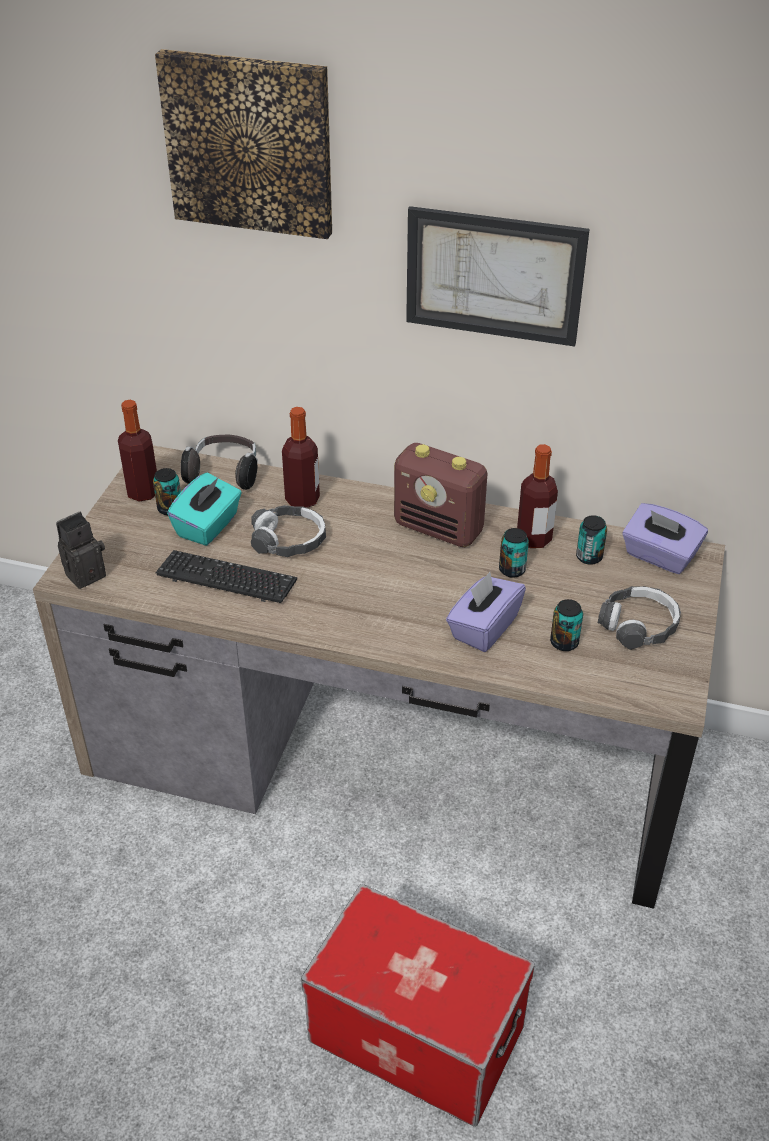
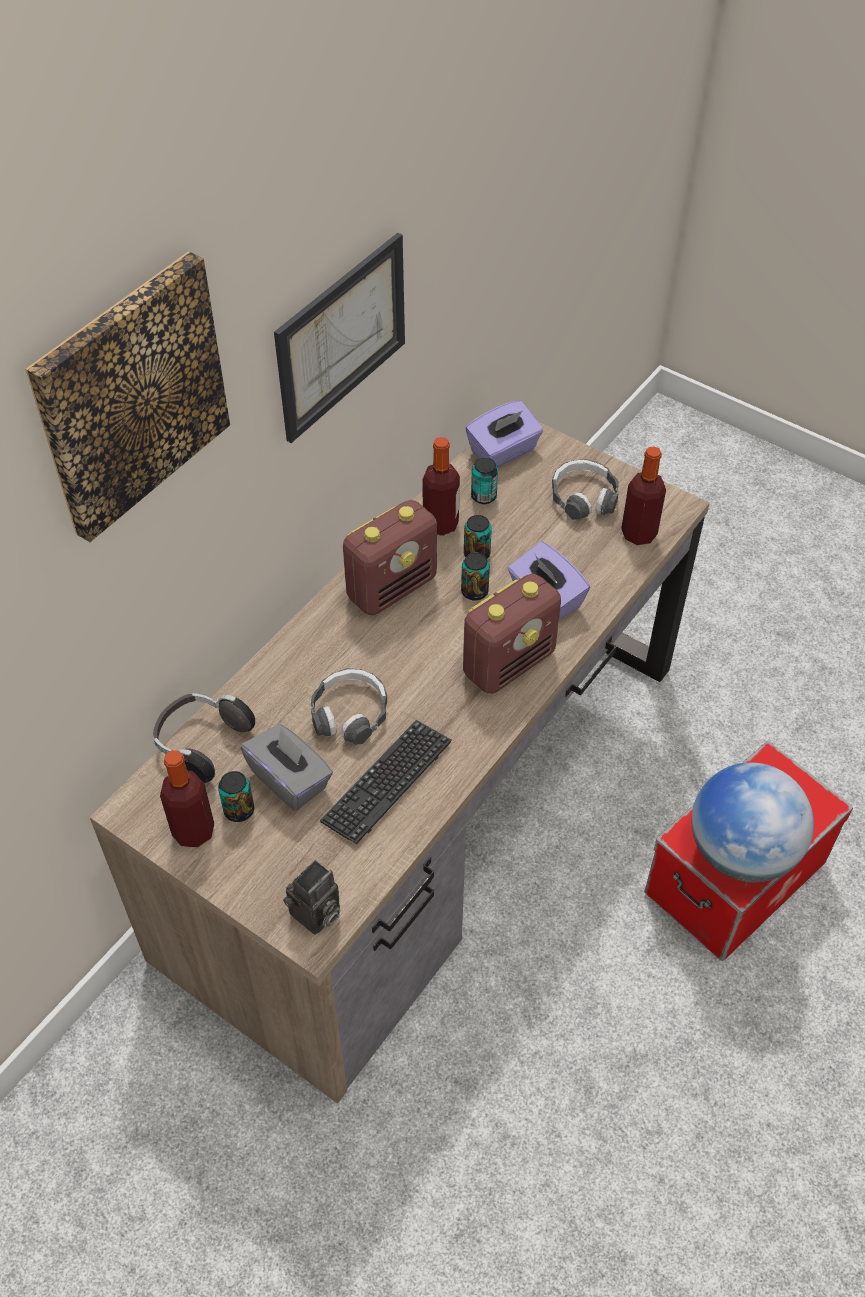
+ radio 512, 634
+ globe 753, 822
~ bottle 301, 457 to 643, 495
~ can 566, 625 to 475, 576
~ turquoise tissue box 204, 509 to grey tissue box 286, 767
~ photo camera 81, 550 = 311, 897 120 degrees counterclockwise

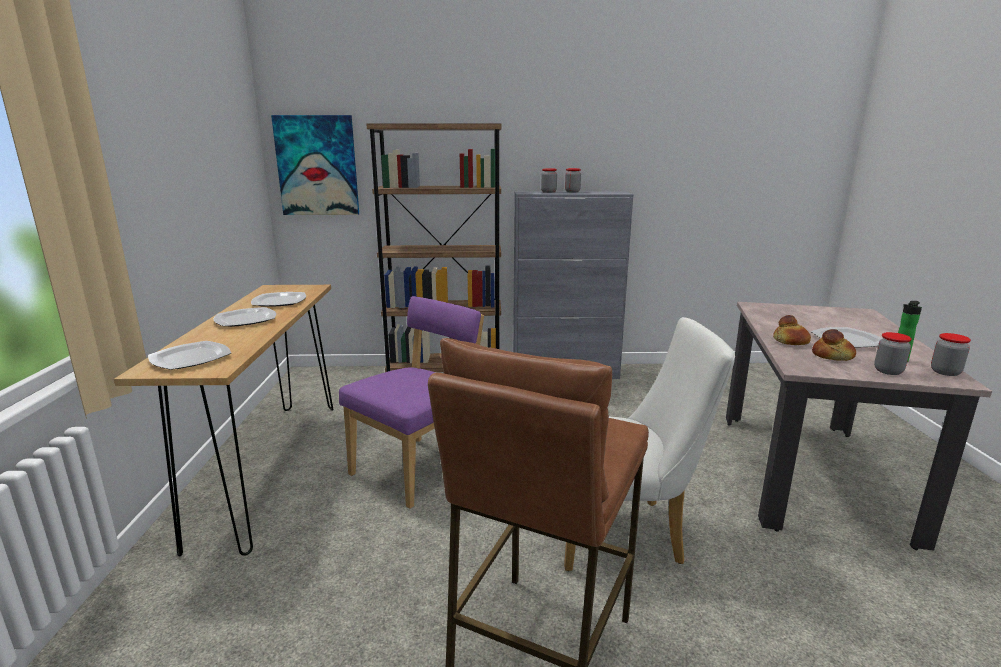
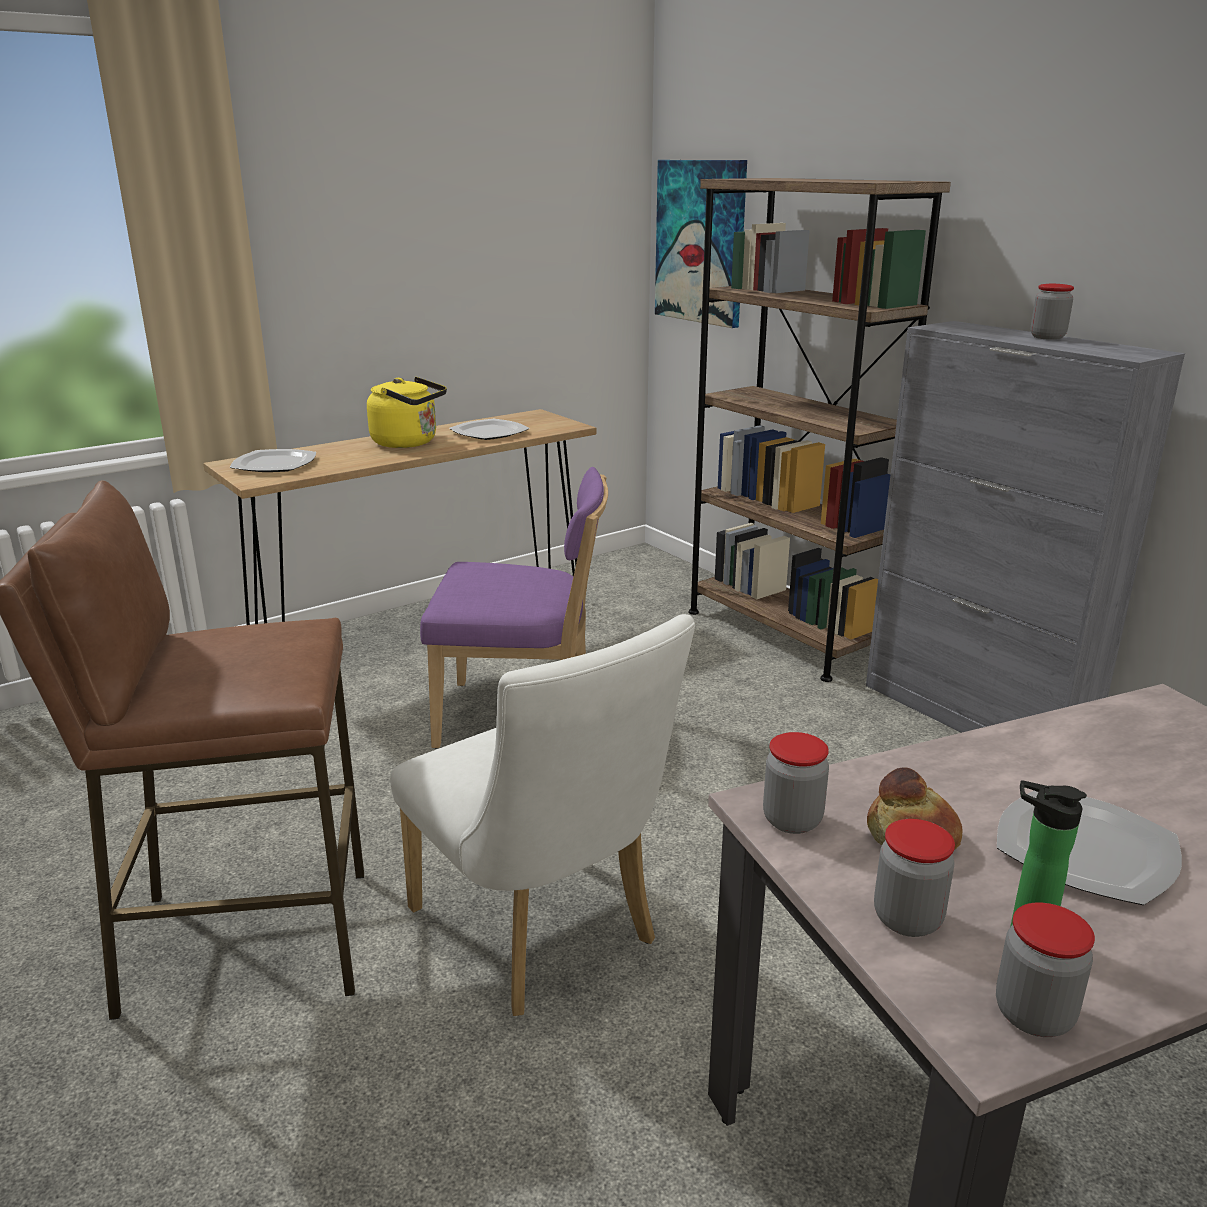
- bread 792, 330
~ jar 549, 180 to 796, 783
~ plate 244, 317 to yellow kettle 407, 412

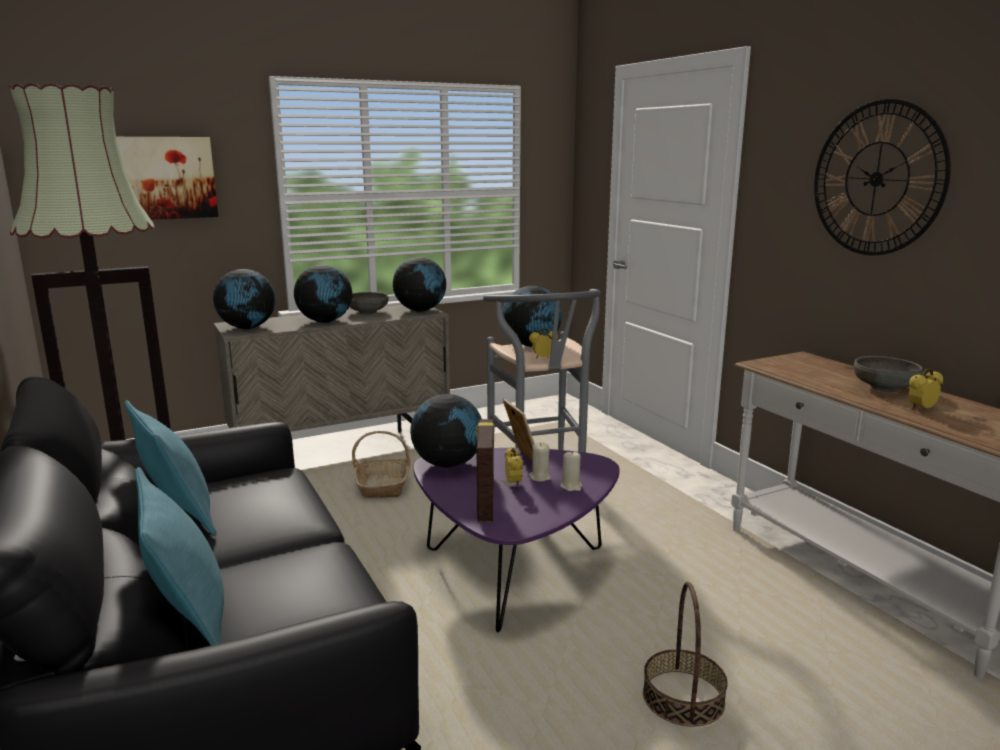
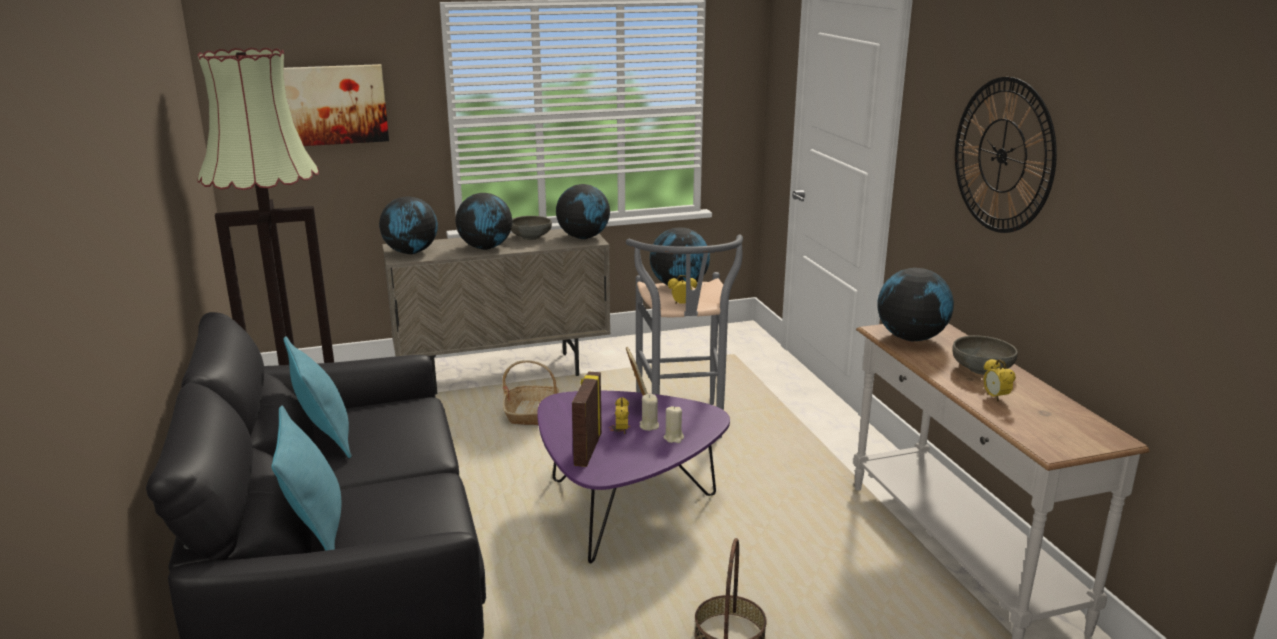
~ globe 446, 431 to 915, 304
~ alarm clock 925, 389 = 999, 380 90 degrees counterclockwise

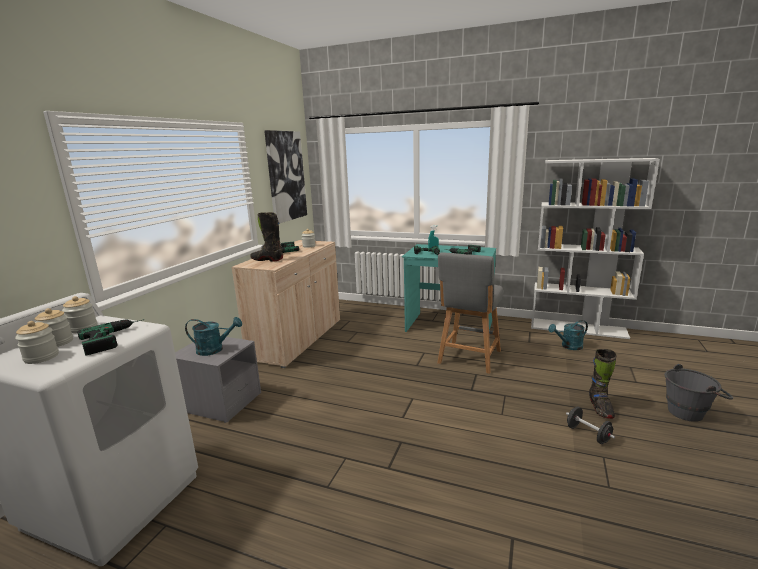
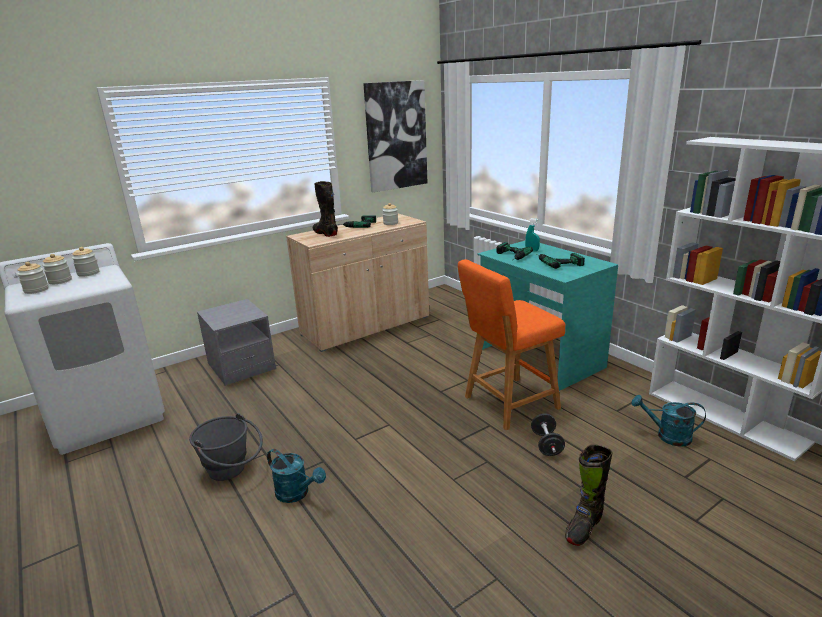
- power drill 110, 337
~ turquoise watering can 213, 336 to 296, 476
~ black dumbbell 590, 425 to 548, 435
~ grey bucket 699, 393 to 226, 447
~ grey stool 470, 313 to orange stool 511, 344

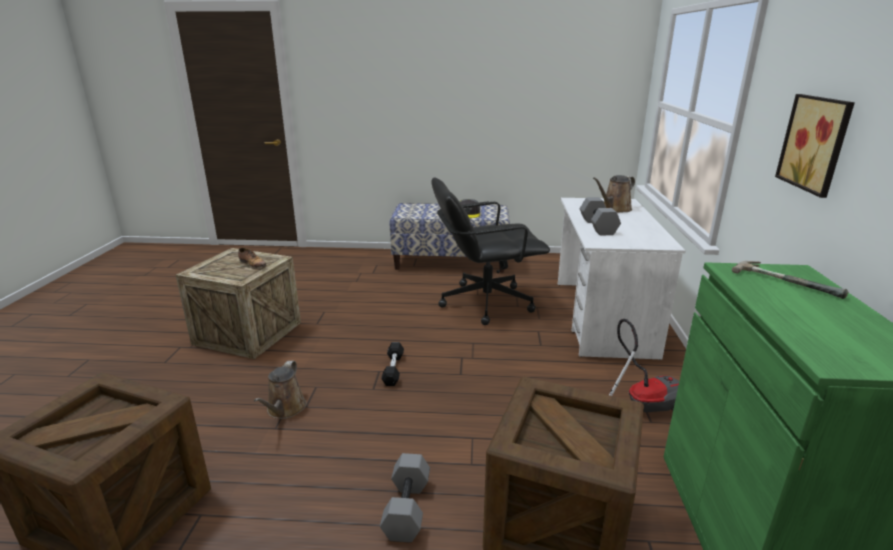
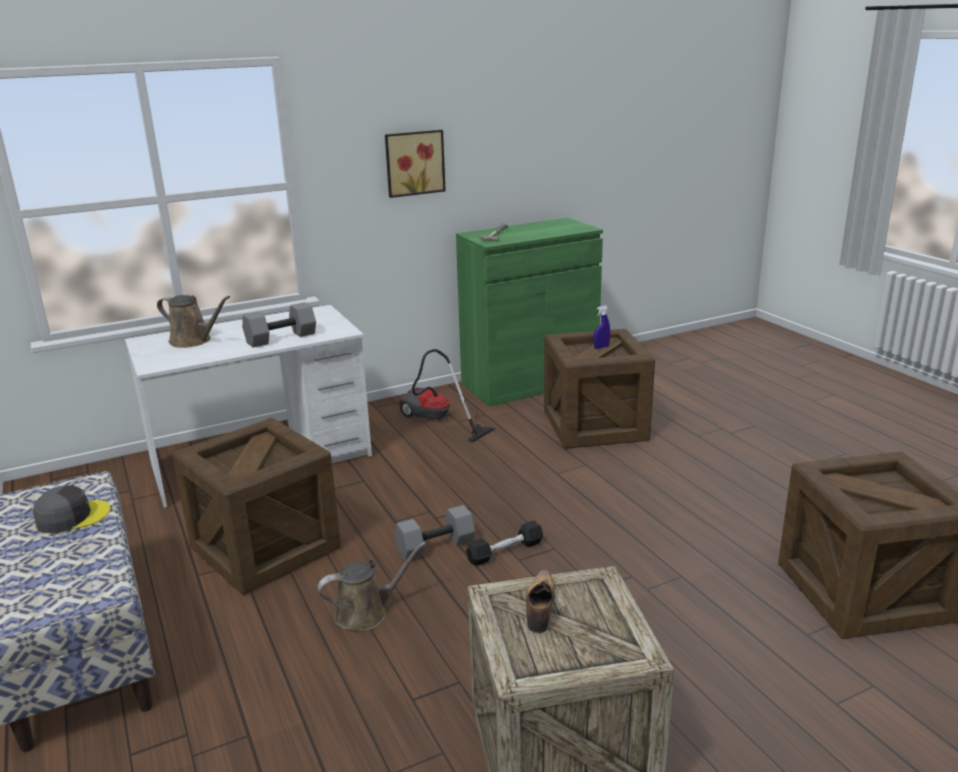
+ blue spray bottle 602, 327
~ brown watering can 280, 390 to 371, 586
~ grey dumbbell 405, 498 to 435, 533
~ black office chair 490, 251 to crate 256, 506

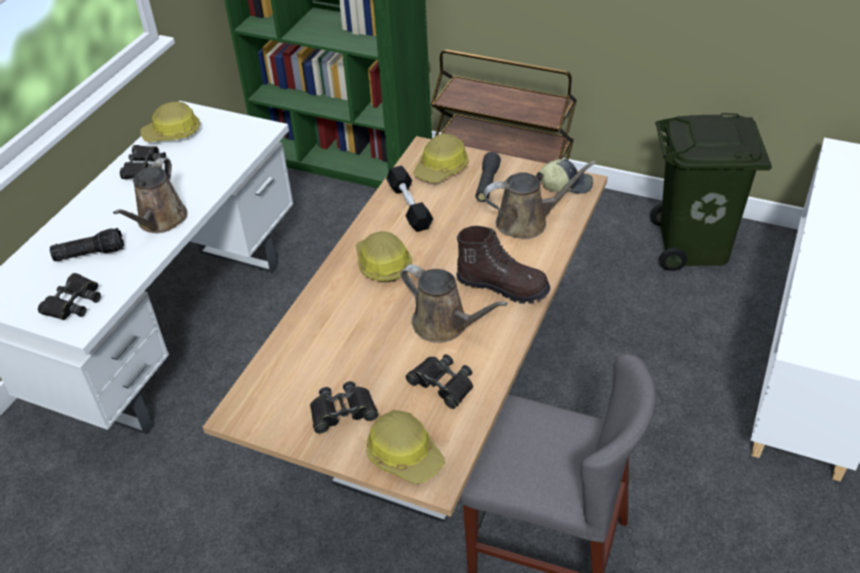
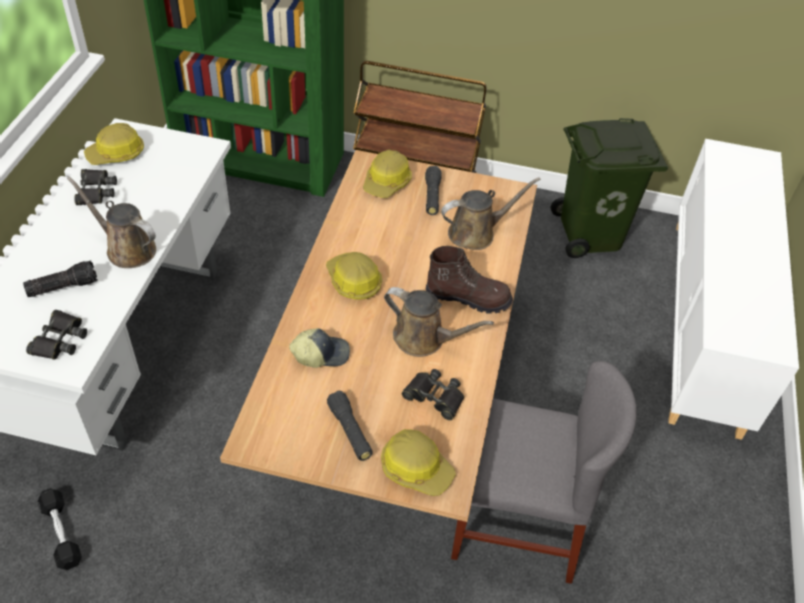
~ black dumbbell 409, 198 to 60, 529
~ cap 565, 176 to 319, 348
~ black binoculars 344, 407 to black flashlight 350, 426
~ brown watering can 150, 195 = 111, 222 120 degrees clockwise

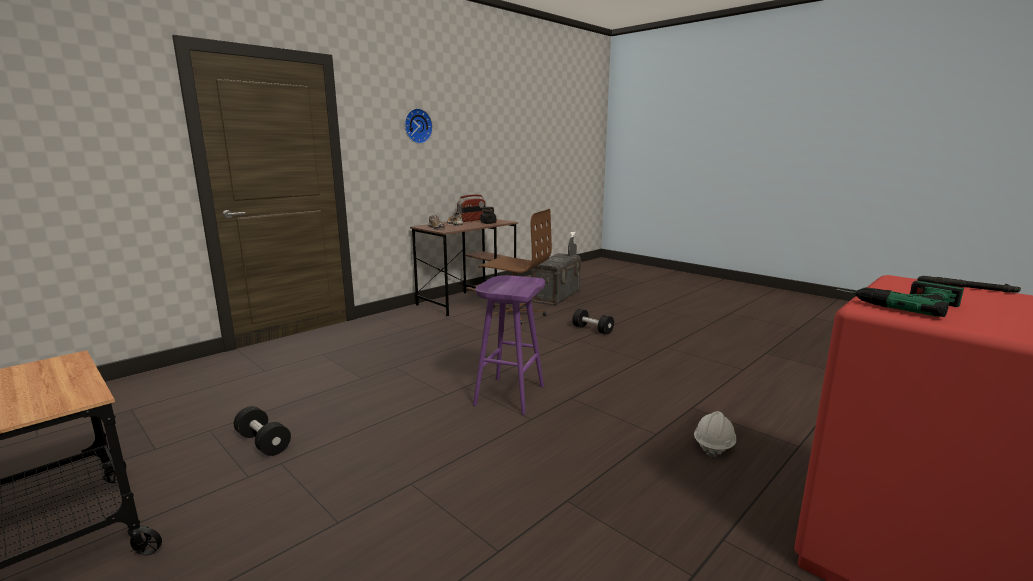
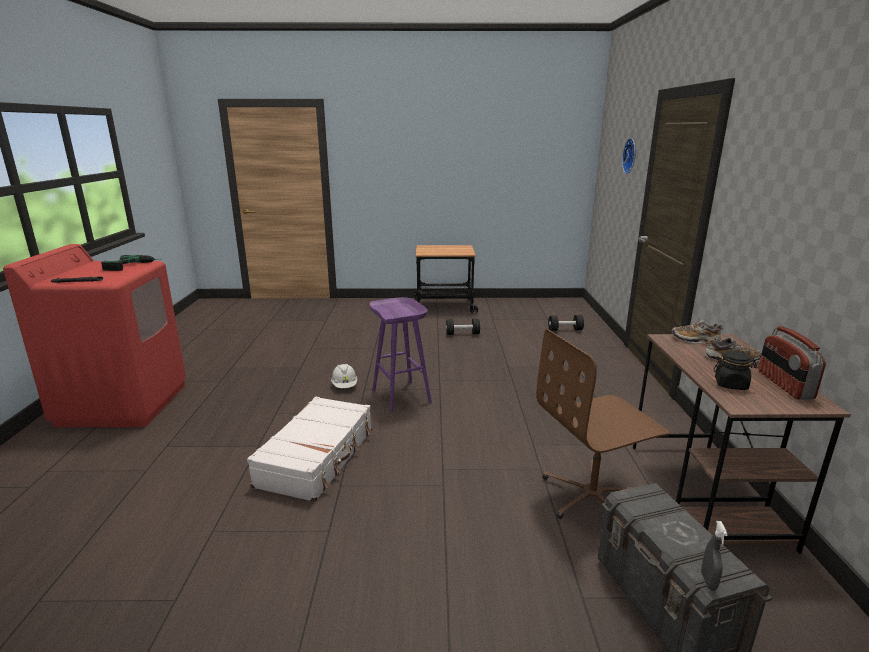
+ white suitcase 309, 449
~ wall clock 419, 126 to 629, 156
~ black dumbbell 593, 322 to 566, 323
~ white hard hat 715, 434 to 344, 376

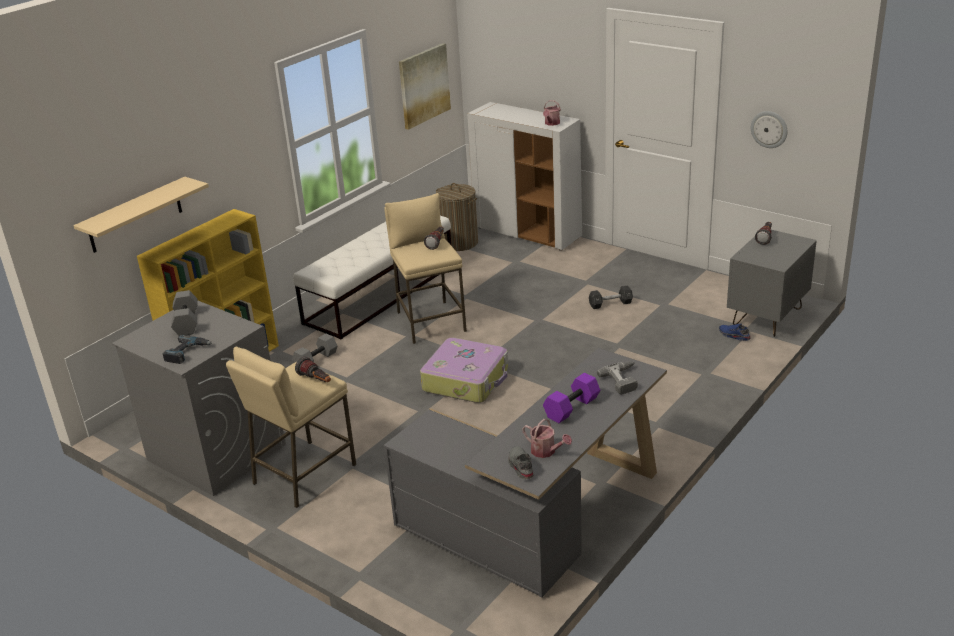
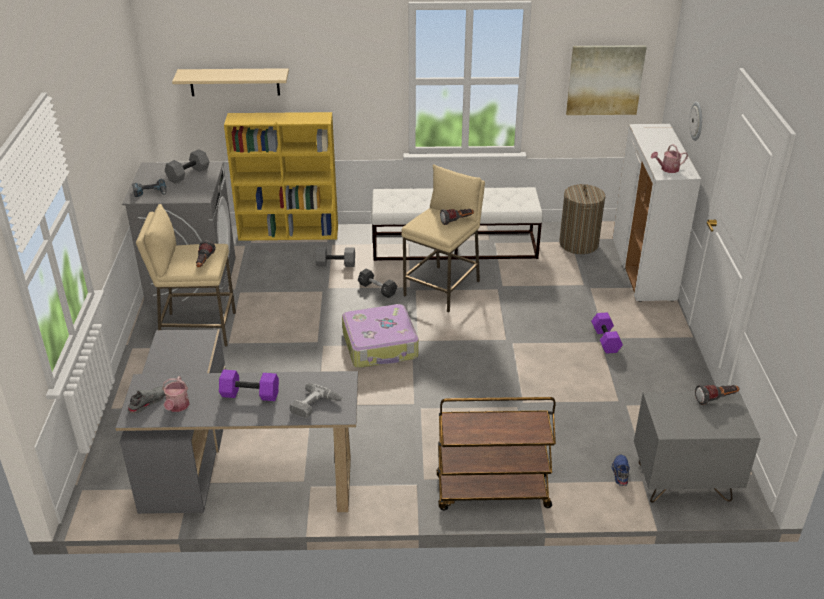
+ brown cart 496, 453
+ purple dumbbell 607, 333
~ black dumbbell 611, 297 to 377, 283
~ wall clock 769, 129 to 695, 121

